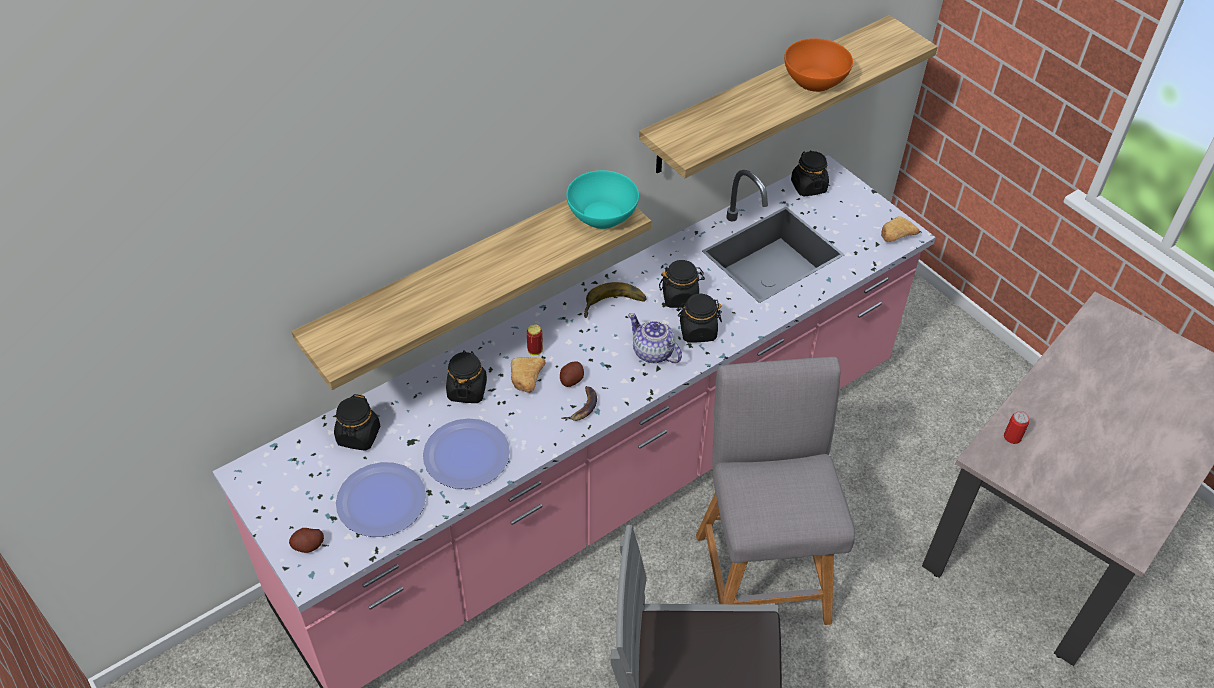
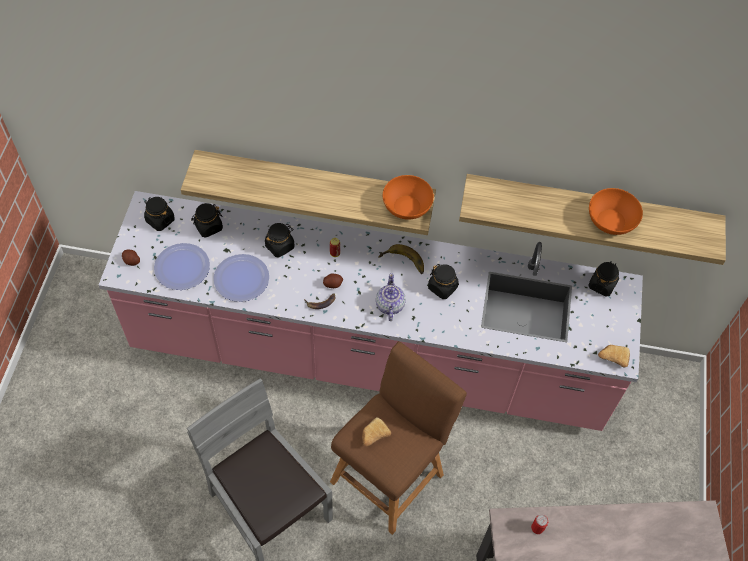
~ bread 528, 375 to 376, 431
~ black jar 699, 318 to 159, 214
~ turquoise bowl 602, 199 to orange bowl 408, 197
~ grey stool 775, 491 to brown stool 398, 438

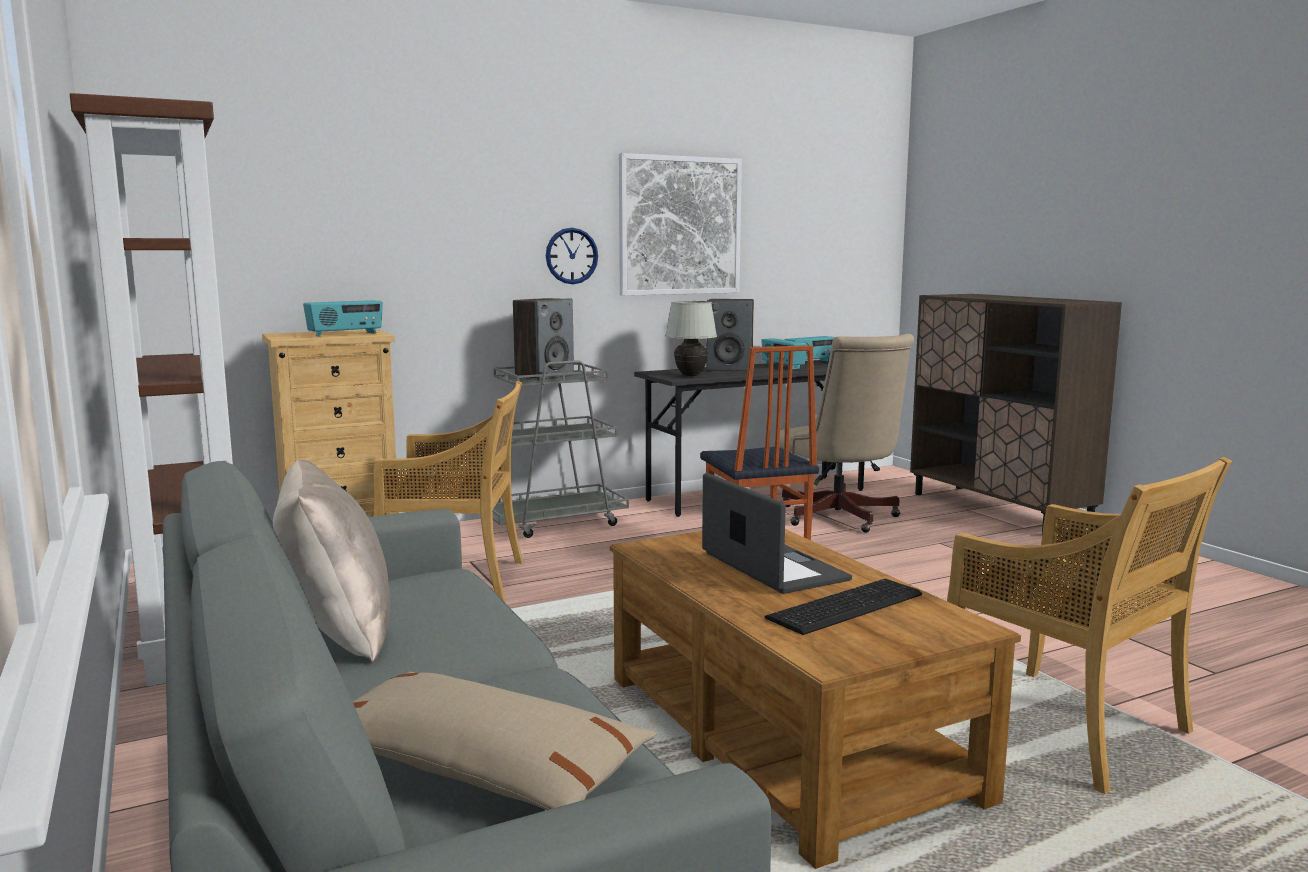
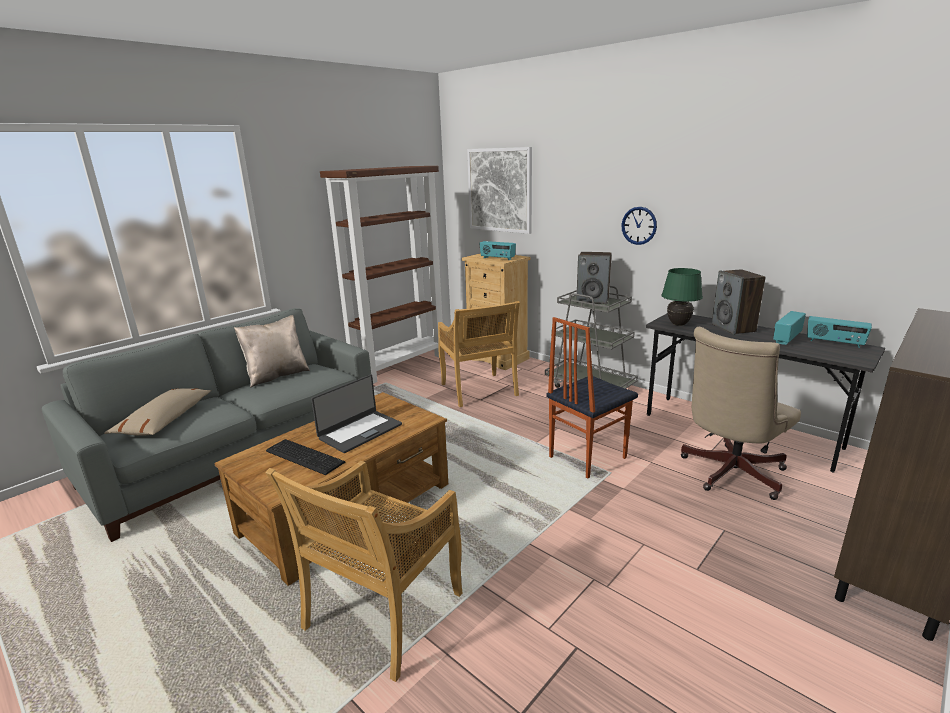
~ picture 680, 224 to 499, 190
~ white table lamp 691, 338 to green table lamp 682, 297

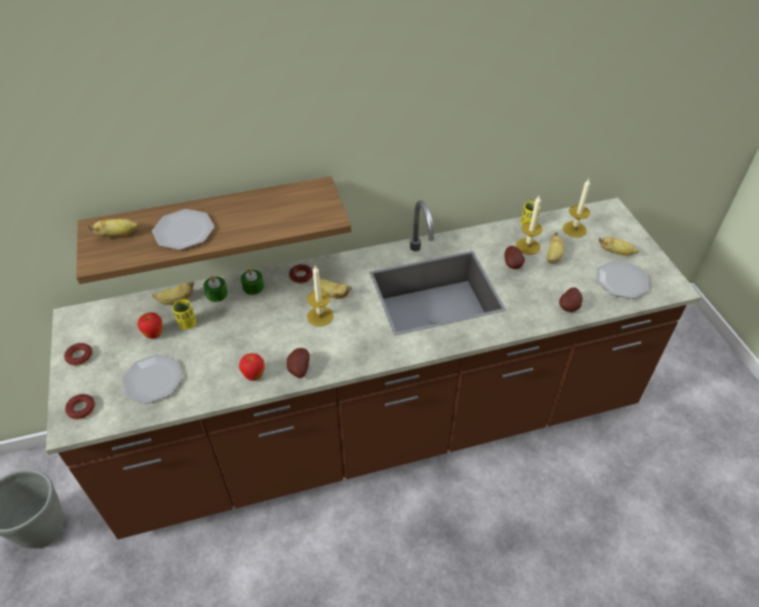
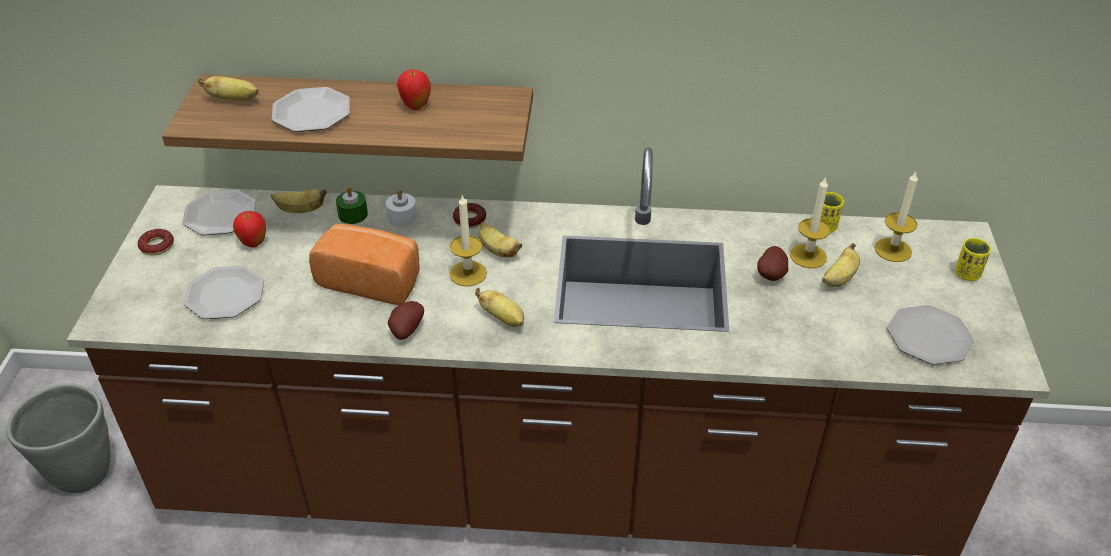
- donut 80, 407
- potato 571, 299
+ plate 219, 213
+ bread 364, 264
~ yellow cup 184, 314 to 973, 259
~ apple 251, 367 to 414, 89
~ banana 619, 246 to 499, 307
~ green candle 252, 282 to white candle 401, 208

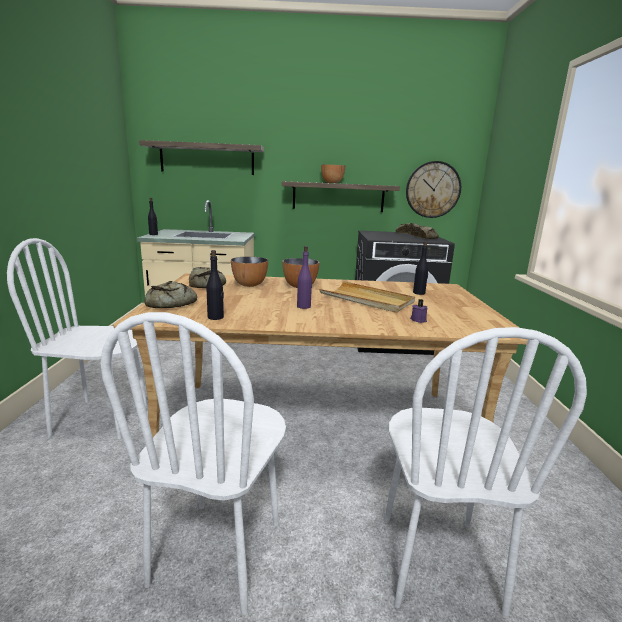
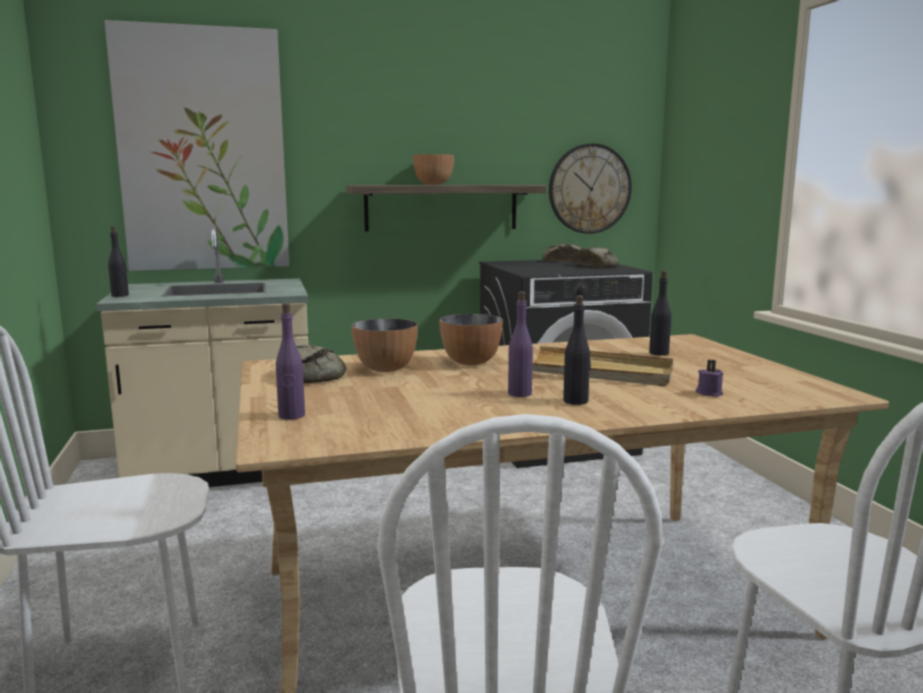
~ black bottle 215, 285 to 577, 350
~ shelf 201, 157 to picture 196, 145
~ bread 170, 294 to purple bottle 290, 361

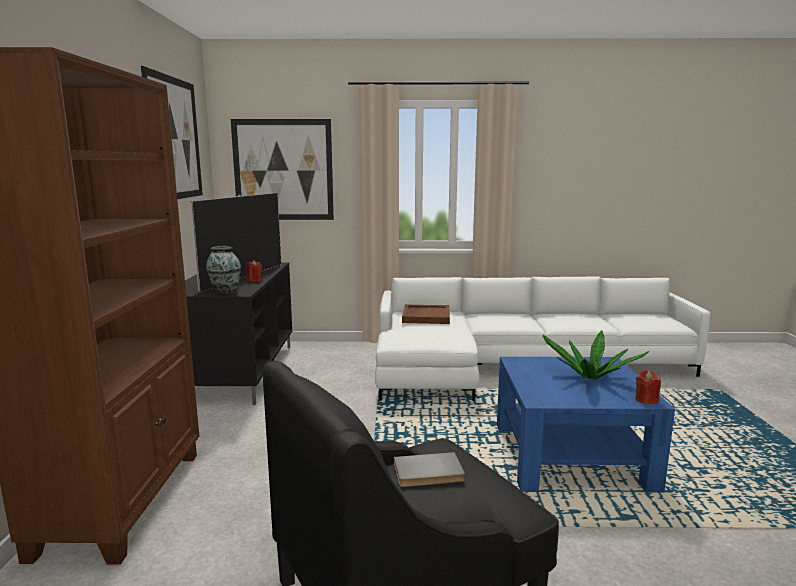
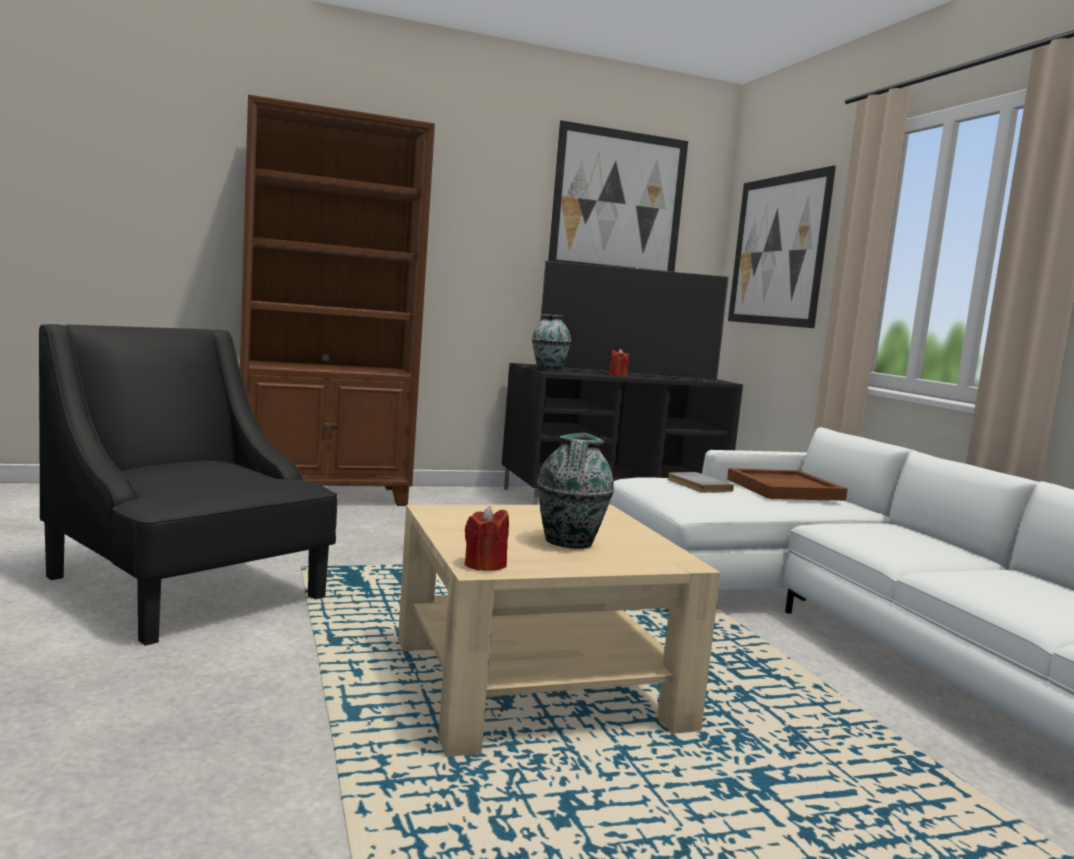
~ grey book 429, 469 to 700, 482
~ potted plant 596, 355 to vase 575, 491
~ blue coffee table 586, 425 to beige coffee table 559, 631

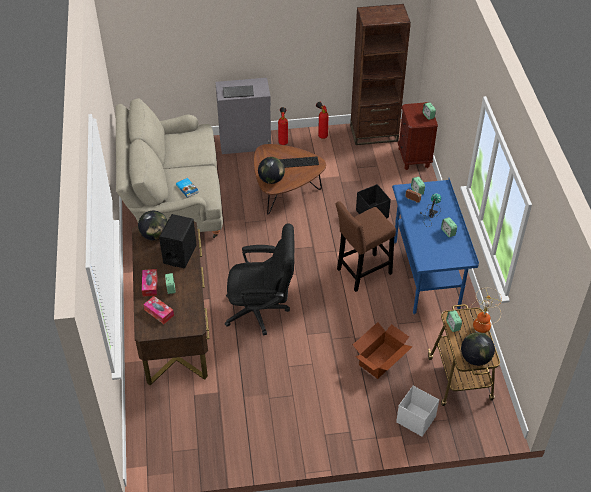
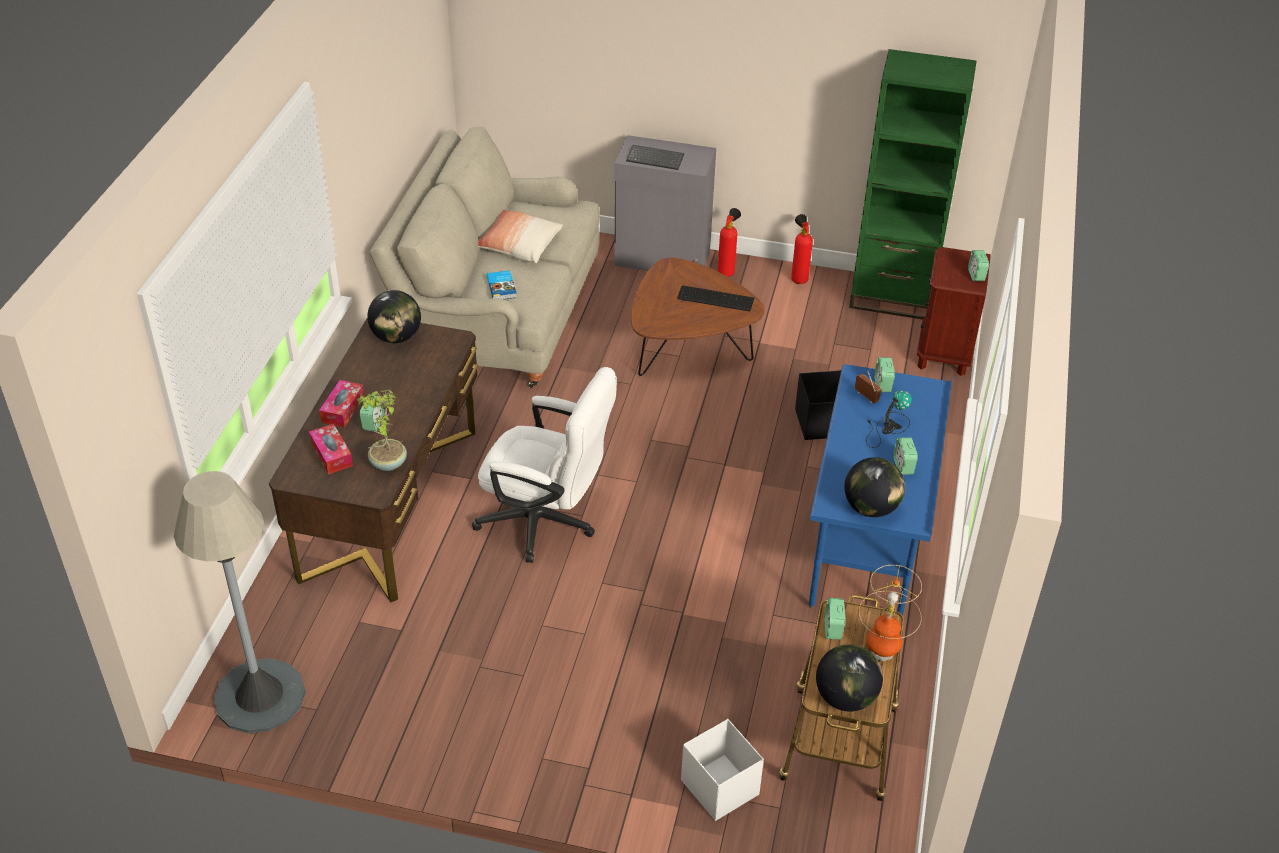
- black speaker 178, 241
- brown stool 366, 246
- cardboard box 383, 350
+ grey floor lamp 240, 602
+ potted plant 382, 430
+ pillow 520, 236
~ globe 271, 170 to 874, 487
~ black office chair 259, 279 to white office chair 544, 465
~ brown bookcase 380, 74 to green bookcase 913, 184

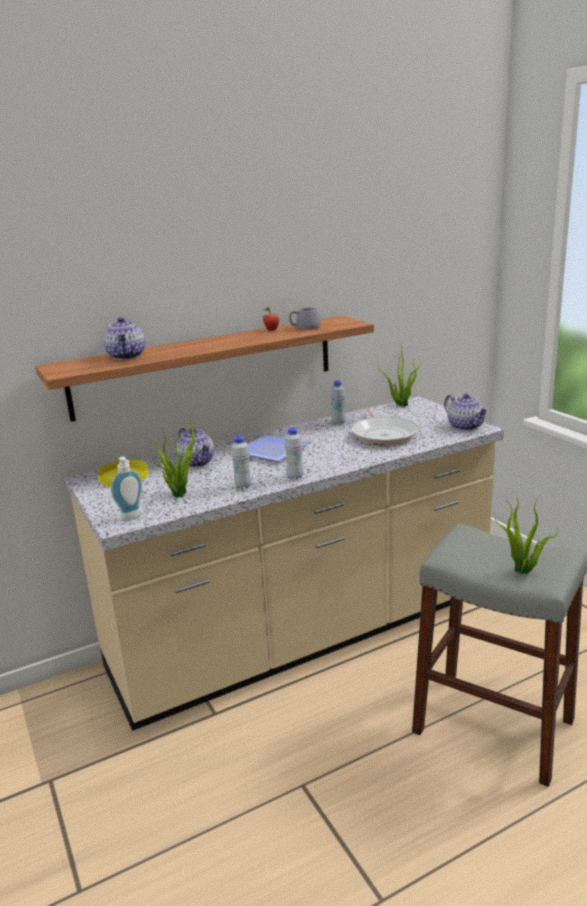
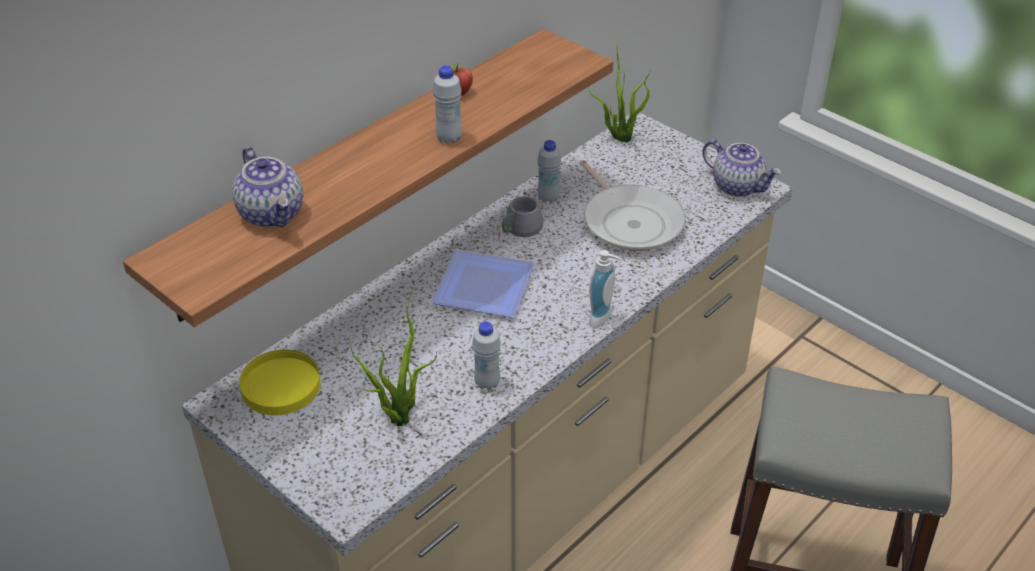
- teapot 195, 447
- potted plant 526, 535
~ soap dispenser 127, 489 to 605, 289
~ white bottle 293, 453 to 447, 104
~ grey mug 305, 319 to 518, 216

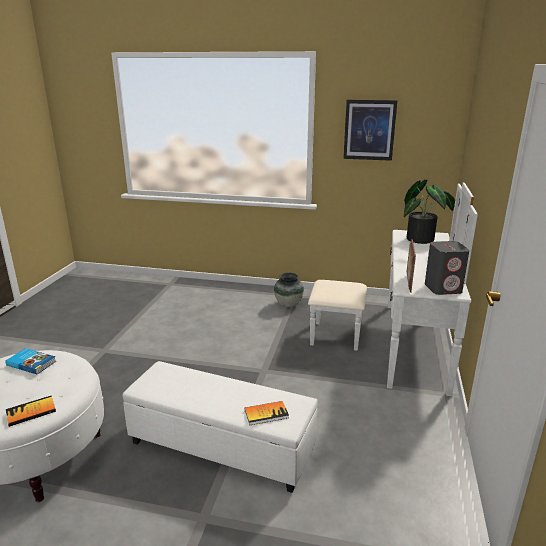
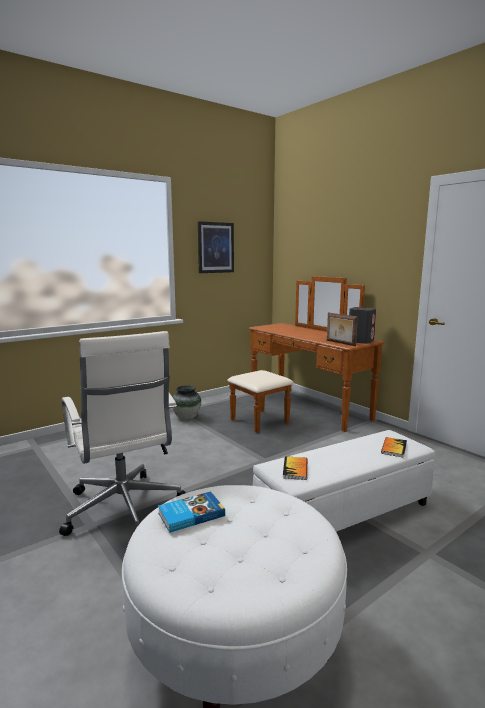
- potted plant 429, 211
+ white office chair 122, 433
~ book 31, 411 to 295, 468
~ white dresser 393, 289 to brown dresser 305, 354

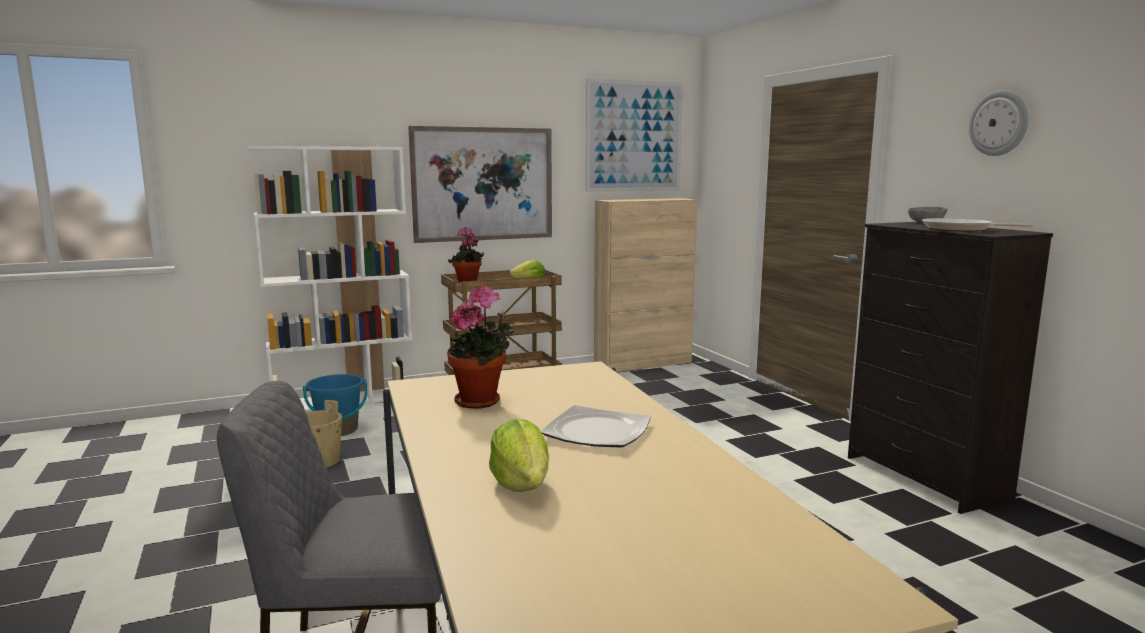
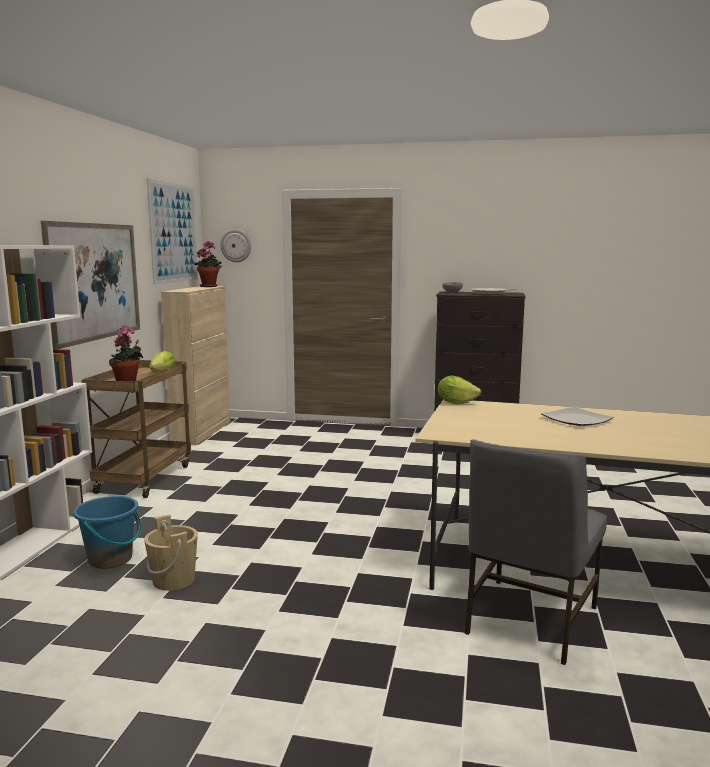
~ potted plant 480, 347 to 207, 264
~ lettuce 519, 455 to 459, 390
~ wall clock 999, 123 to 235, 245

